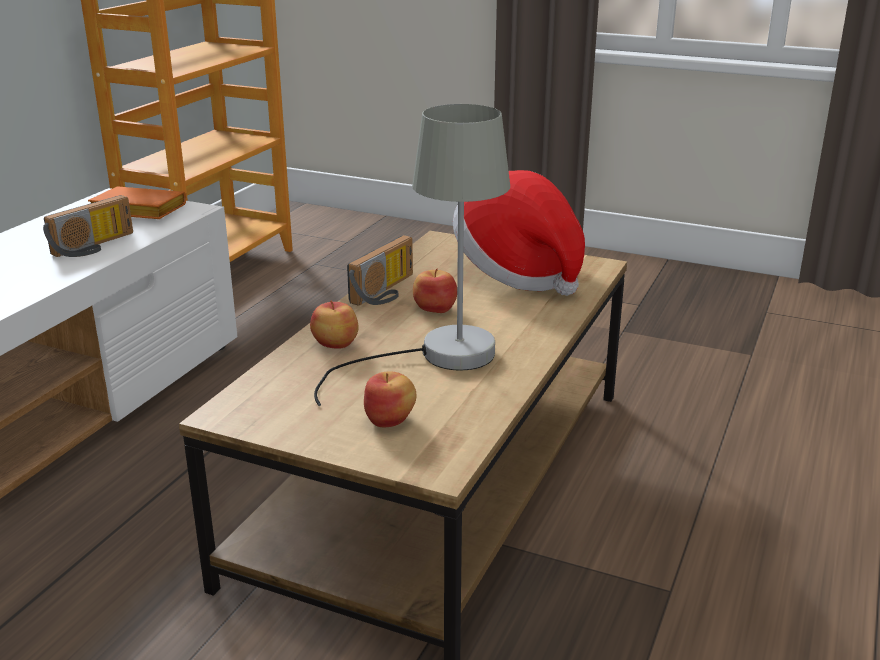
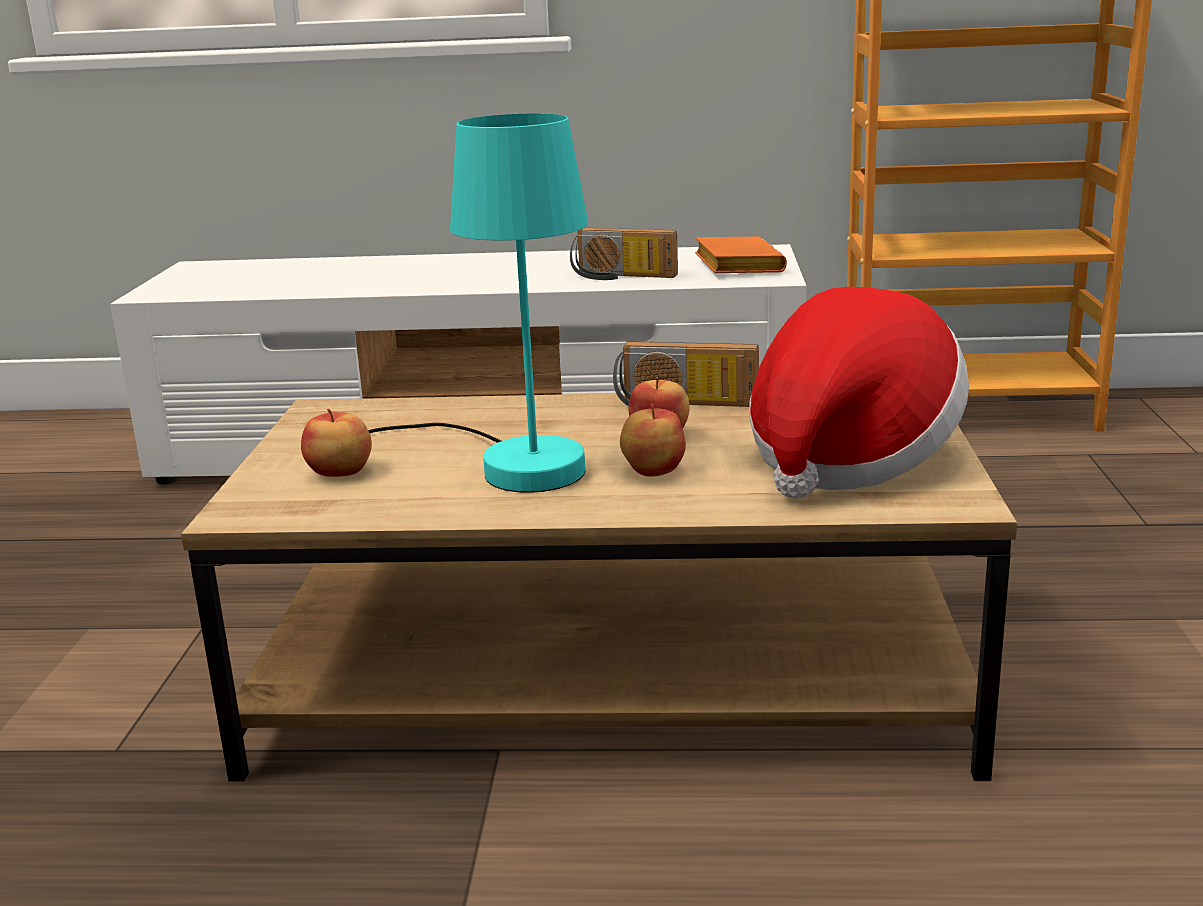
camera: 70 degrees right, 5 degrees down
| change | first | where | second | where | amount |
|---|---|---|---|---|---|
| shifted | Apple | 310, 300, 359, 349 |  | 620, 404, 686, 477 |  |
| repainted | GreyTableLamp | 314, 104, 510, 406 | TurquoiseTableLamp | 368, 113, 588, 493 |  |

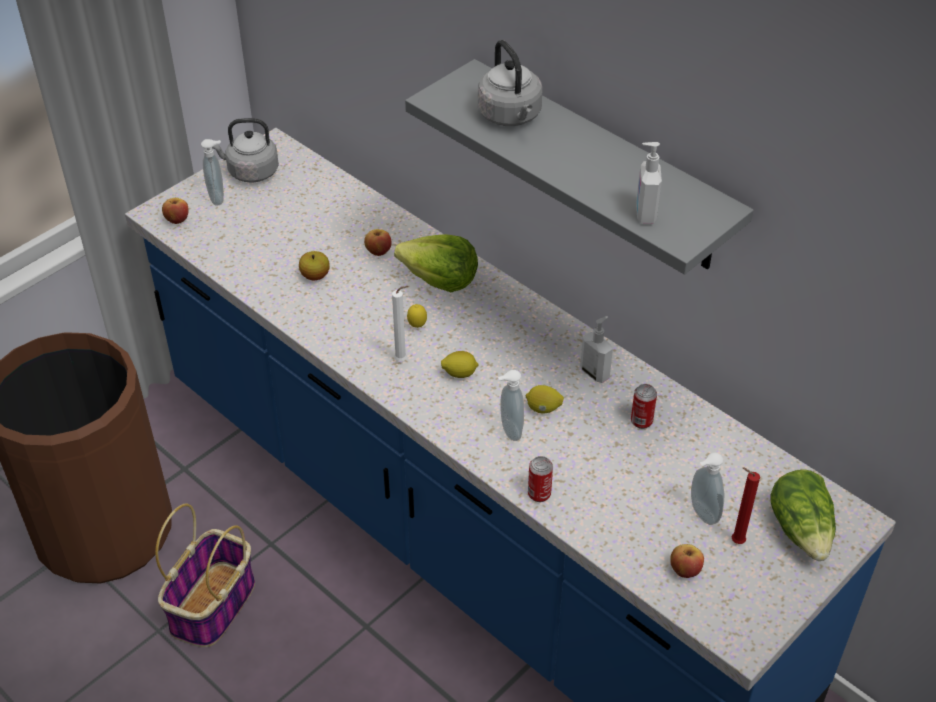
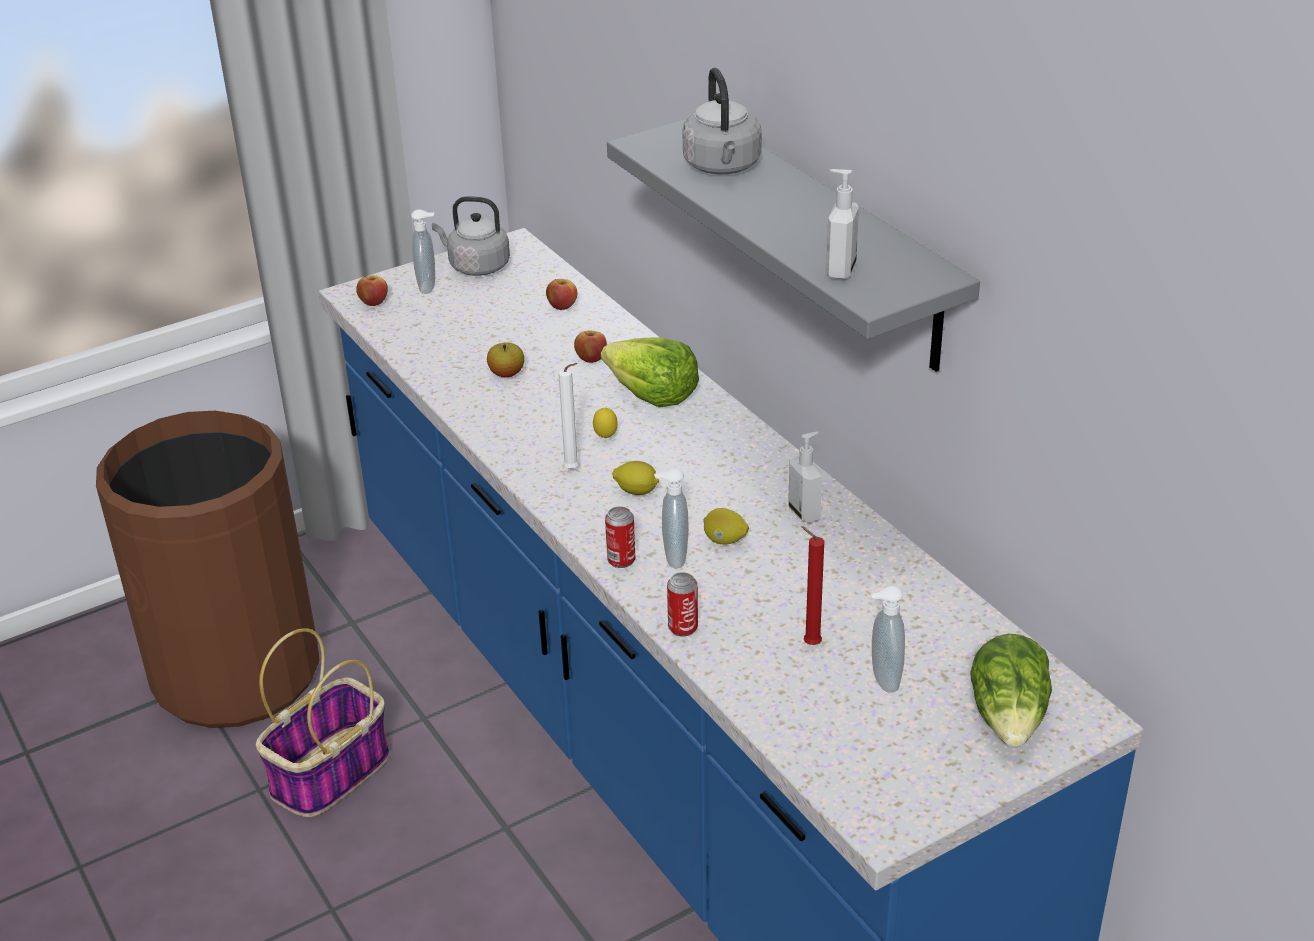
camera: 15 degrees right, 10 degrees down
| change | first | where | second | where | amount |
|---|---|---|---|---|---|
| shifted | Can | 631, 384, 657, 429 |  | 605, 507, 635, 568 |  |
| shifted | Apple | 670, 544, 704, 578 |  | 546, 279, 577, 310 |  |
| shifted | RedCandle | 732, 468, 760, 544 |  | 801, 526, 824, 645 |  |

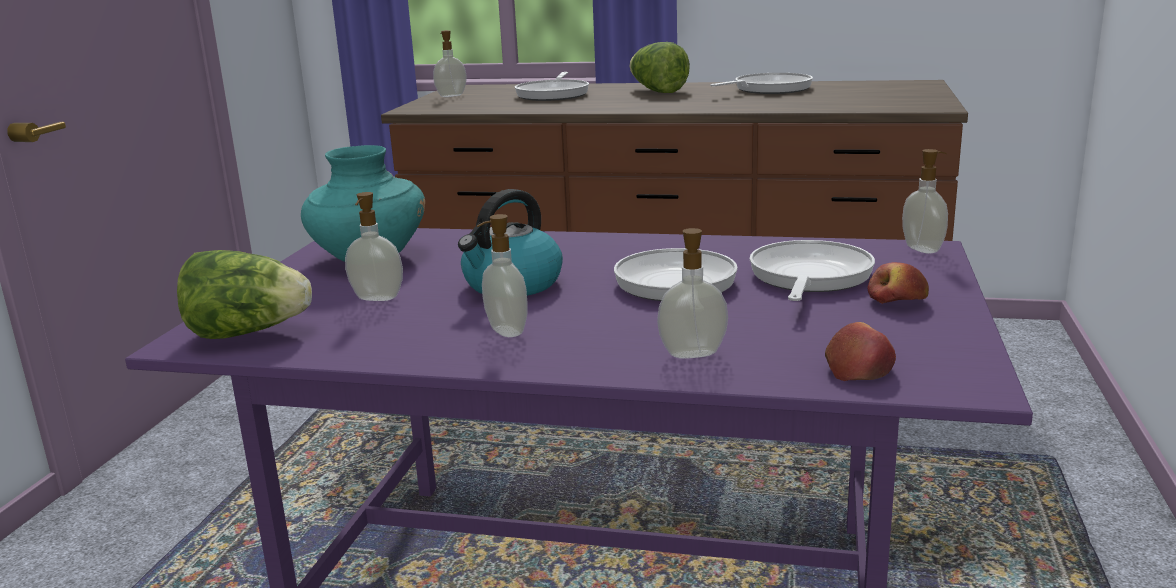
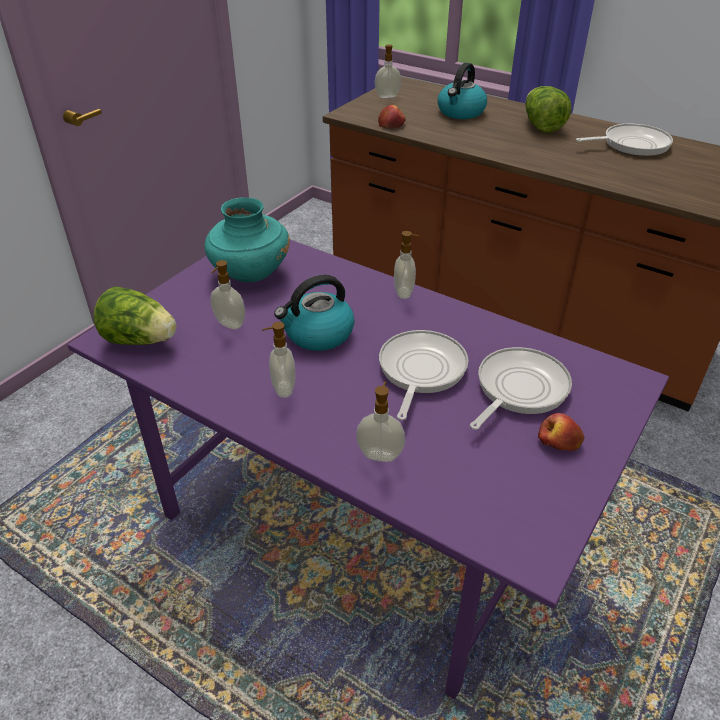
camera: 20 degrees right, 20 degrees up
| change | first | where | second | where | amount |
|---|---|---|---|---|---|
| shifted | Apple | 825, 322, 896, 381 |  | 378, 105, 405, 128 |  |
| shifted | SoapDispenser | 902, 149, 948, 254 |  | 394, 231, 420, 299 |  |
| swapped | FryingPan | 515, 72, 589, 101 | Kettle | 438, 63, 487, 119 |  |

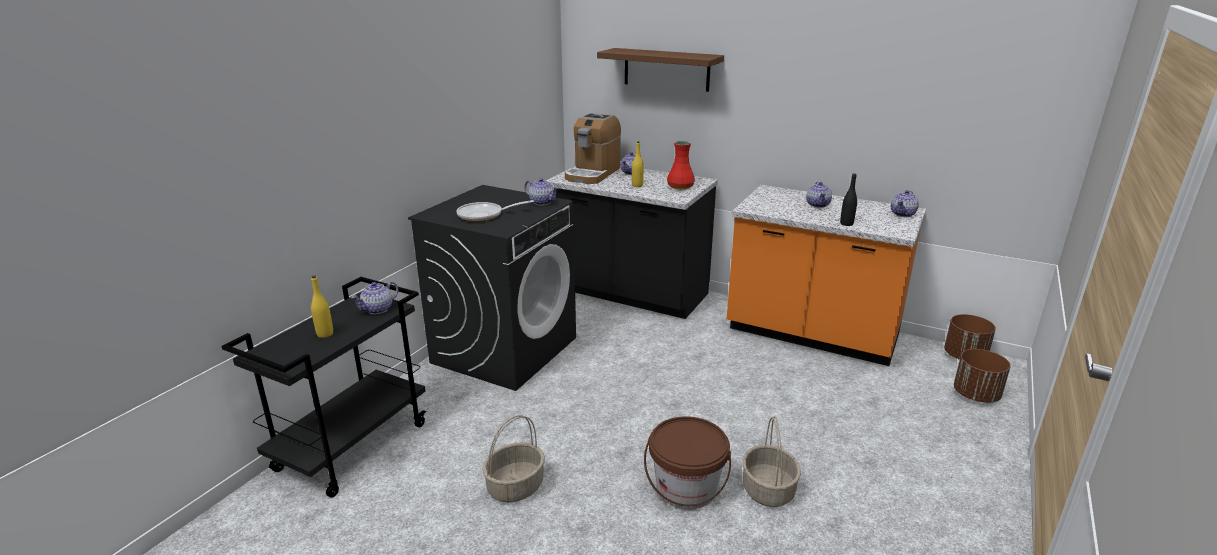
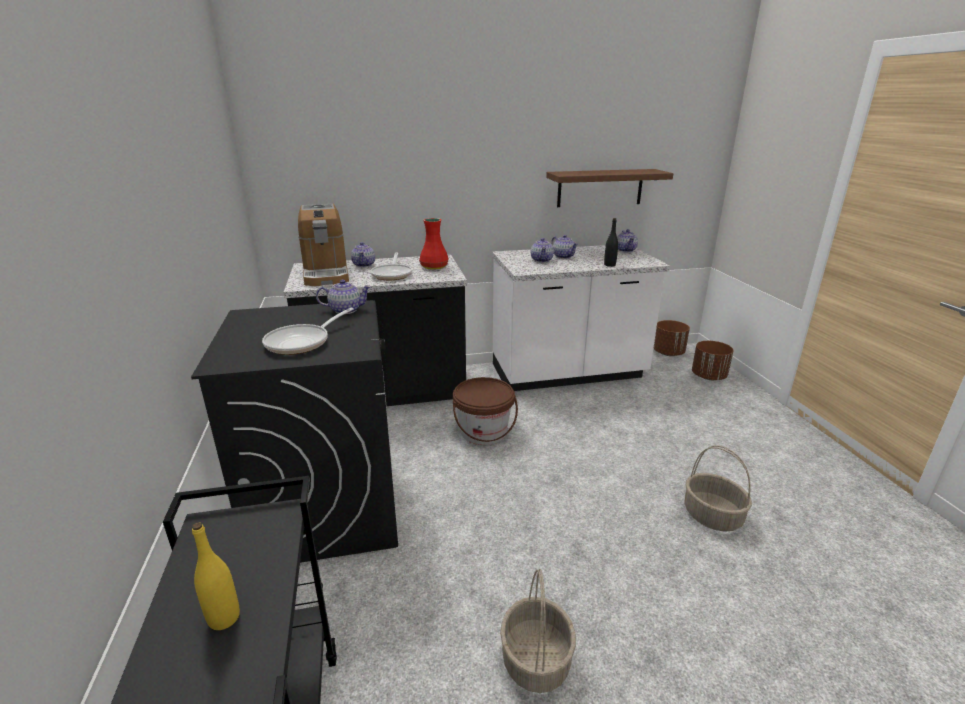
camera: 40 degrees left, 0 degrees up
| change | first | where | second | where | amount |
|---|---|---|---|---|---|
| shifted | Teapot | 351, 281, 399, 314 |  | 531, 238, 554, 262 |  |
| shifted | BrownShelf | 597, 48, 724, 92 |  | 546, 169, 674, 207 |  |
| shifted | BrownBucket | 644, 416, 731, 509 |  | 453, 377, 518, 445 |  |
| swapped | YellowBottle | 632, 141, 644, 187 | FryingPan | 370, 253, 412, 280 |  |
| repainted | OrangeCounter | 727, 185, 926, 366 | WhiteCounter | 492, 245, 670, 391 |  |

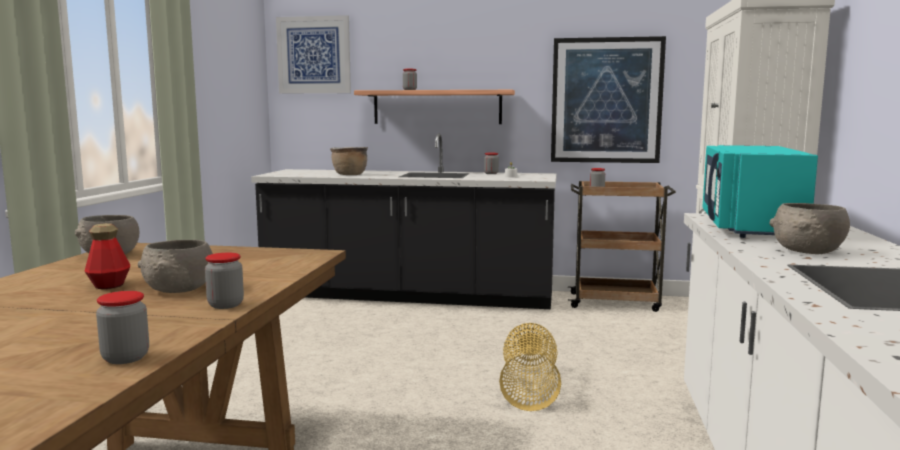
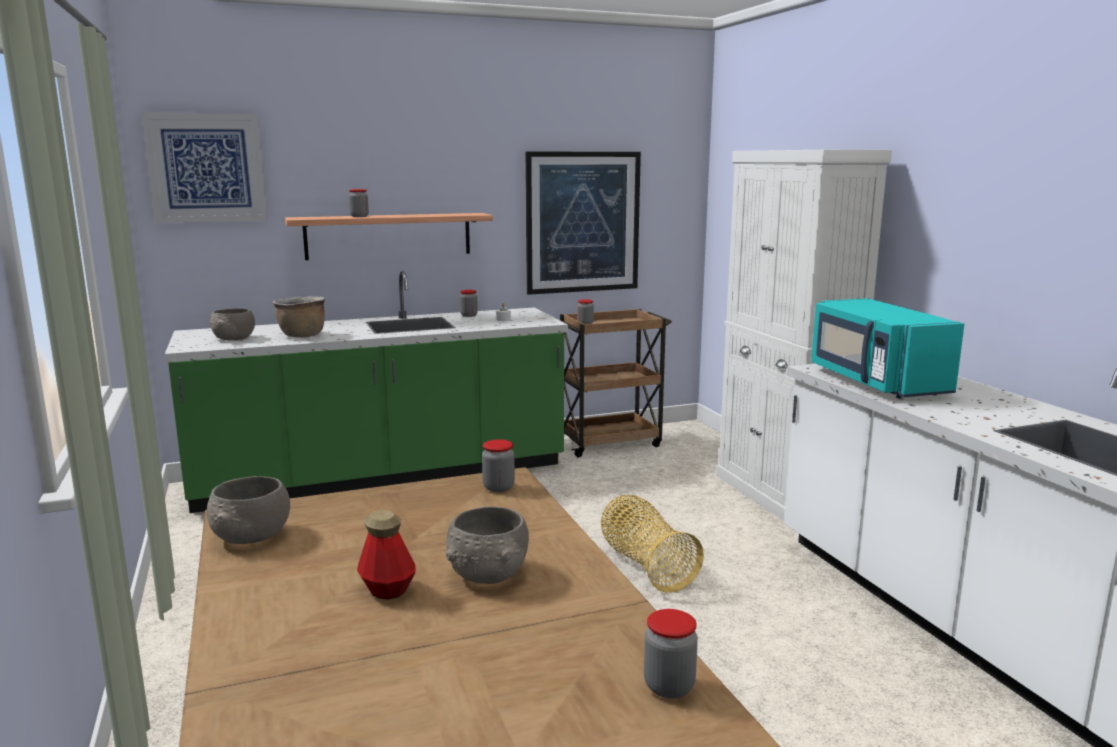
camera: 30 degrees left, 5 degrees up
| change | first | where | second | where | amount |
|---|---|---|---|---|---|
| shifted | Jar | 205, 253, 244, 309 |  | 482, 439, 515, 492 |  |
| shifted | GreyBowl | 769, 203, 850, 254 |  | 209, 308, 255, 340 |  |
| repainted | BlackCounter | 251, 134, 557, 309 | GreenCounter | 165, 271, 568, 513 |  |

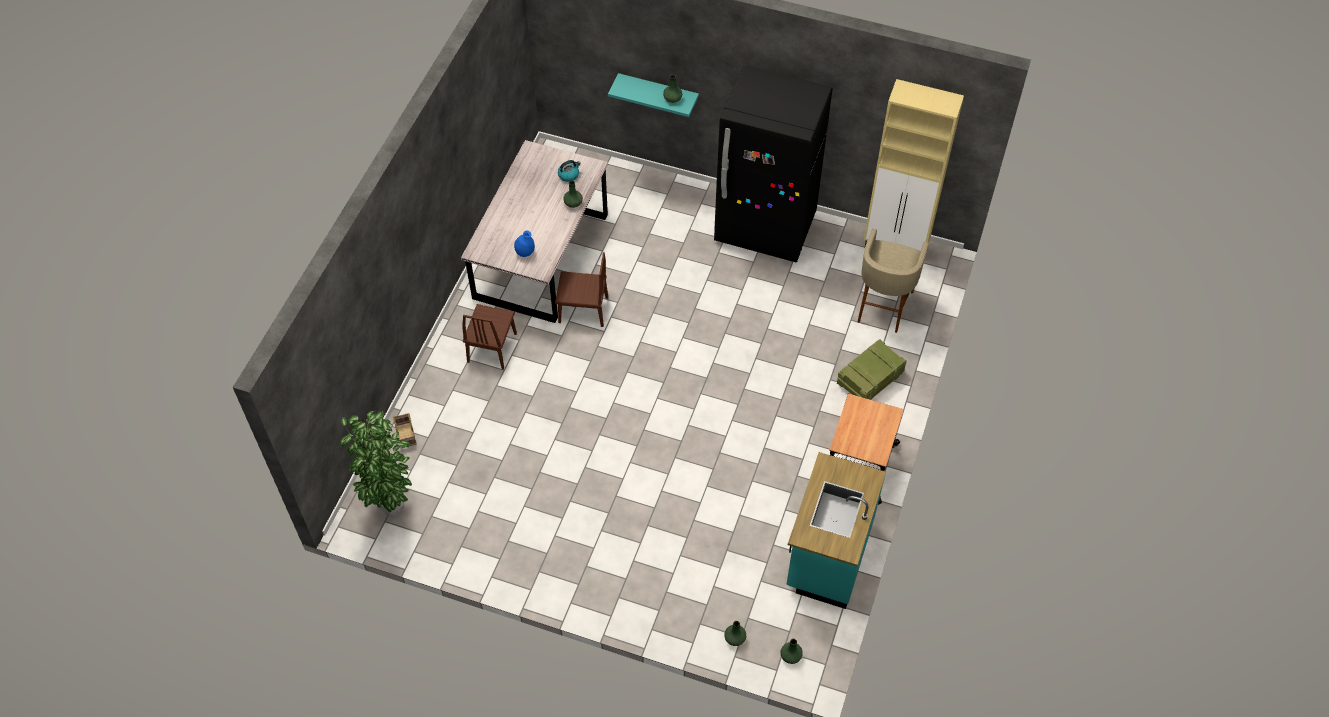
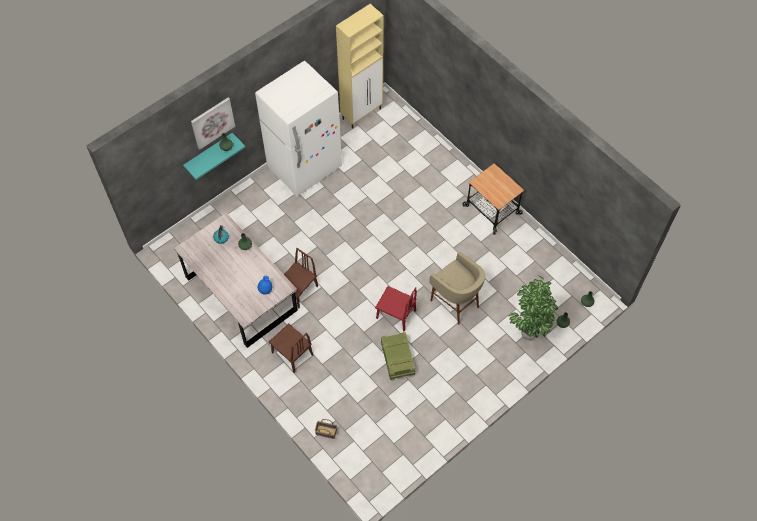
camera: 60 degrees left, 5 degrees up
| change | first | where | second | where | amount |
|---|---|---|---|---|---|
| gone | TurquoiseCounter | 786, 452, 886, 609 |  |  |  |
| new |  |  | Picture | 191, 98, 235, 150 |  |
| new |  |  | RedChair | 375, 286, 417, 332 |  |
| shifted | PottedPlant | 340, 411, 412, 516 |  | 508, 276, 558, 341 |  |
| shifted | Crate | 837, 339, 907, 400 |  | 381, 332, 415, 380 |  |
| shifted | BeigeStool | 858, 229, 929, 333 |  | 429, 252, 485, 324 |  |
| repainted | BlackFridge | 714, 65, 833, 262 | WhiteFridge | 255, 61, 342, 197 |  |

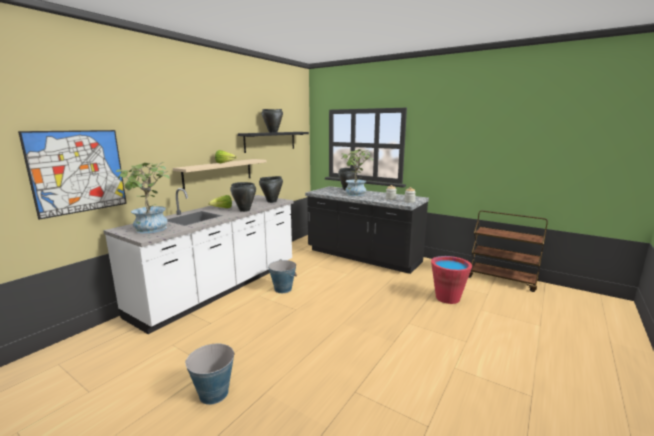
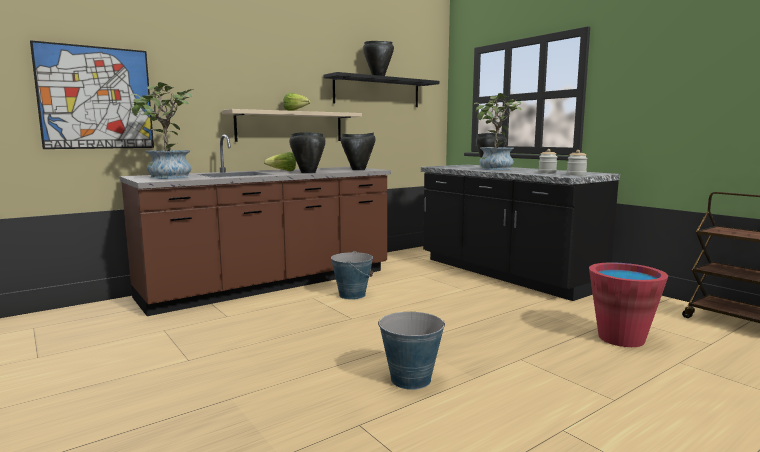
camera: 20 degrees right, 5 degrees down
| change | first | where | second | where | amount |
|---|---|---|---|---|---|
| shifted | Bucket | 185, 344, 235, 405 |  | 378, 312, 445, 390 |  |
| repainted | WhiteCounter | 103, 188, 294, 334 | BrownCounter | 119, 135, 391, 316 |  |

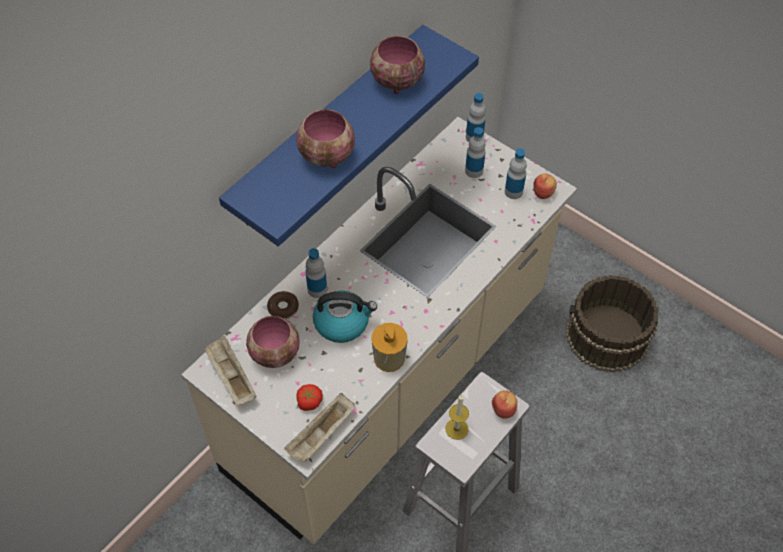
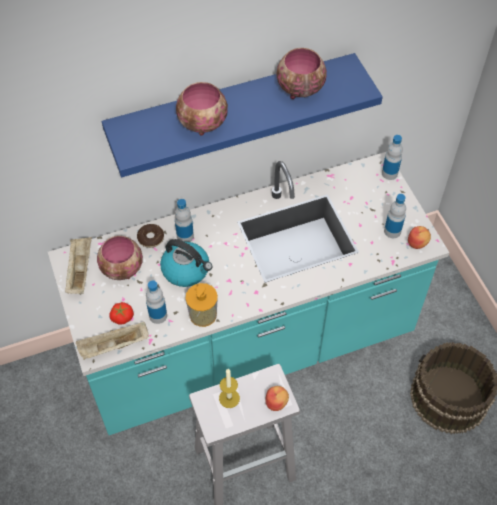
camera: 30 degrees right, 0 degrees up
| change | first | where | second | where | amount |
|---|---|---|---|---|---|
| shifted | Bottle | 465, 127, 486, 178 |  | 146, 280, 167, 324 |  |
| repainted | BeigeCounter | 181, 117, 577, 544 | TurquoiseCounter | 48, 152, 449, 435 |  |

